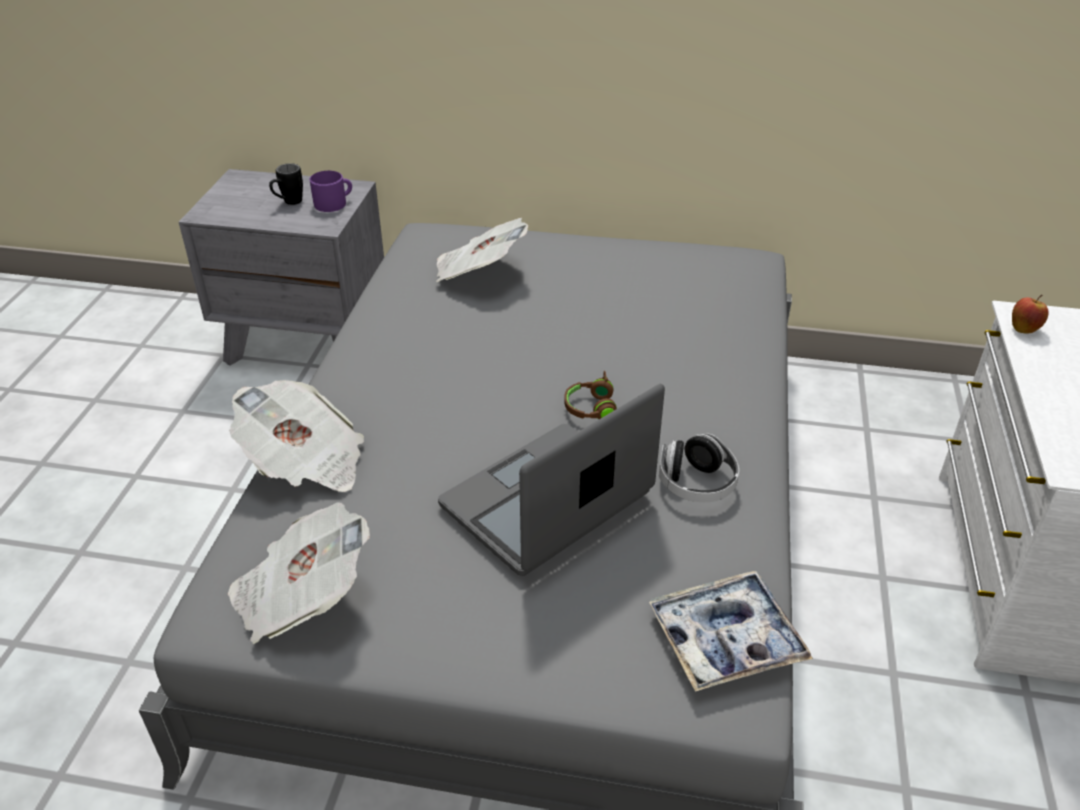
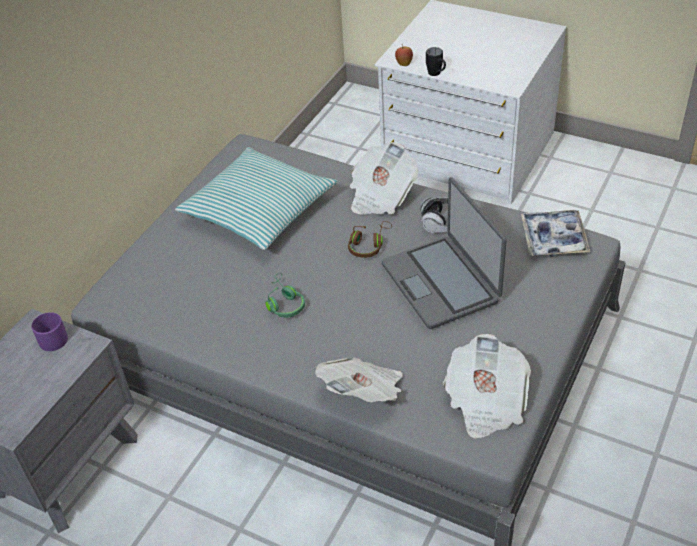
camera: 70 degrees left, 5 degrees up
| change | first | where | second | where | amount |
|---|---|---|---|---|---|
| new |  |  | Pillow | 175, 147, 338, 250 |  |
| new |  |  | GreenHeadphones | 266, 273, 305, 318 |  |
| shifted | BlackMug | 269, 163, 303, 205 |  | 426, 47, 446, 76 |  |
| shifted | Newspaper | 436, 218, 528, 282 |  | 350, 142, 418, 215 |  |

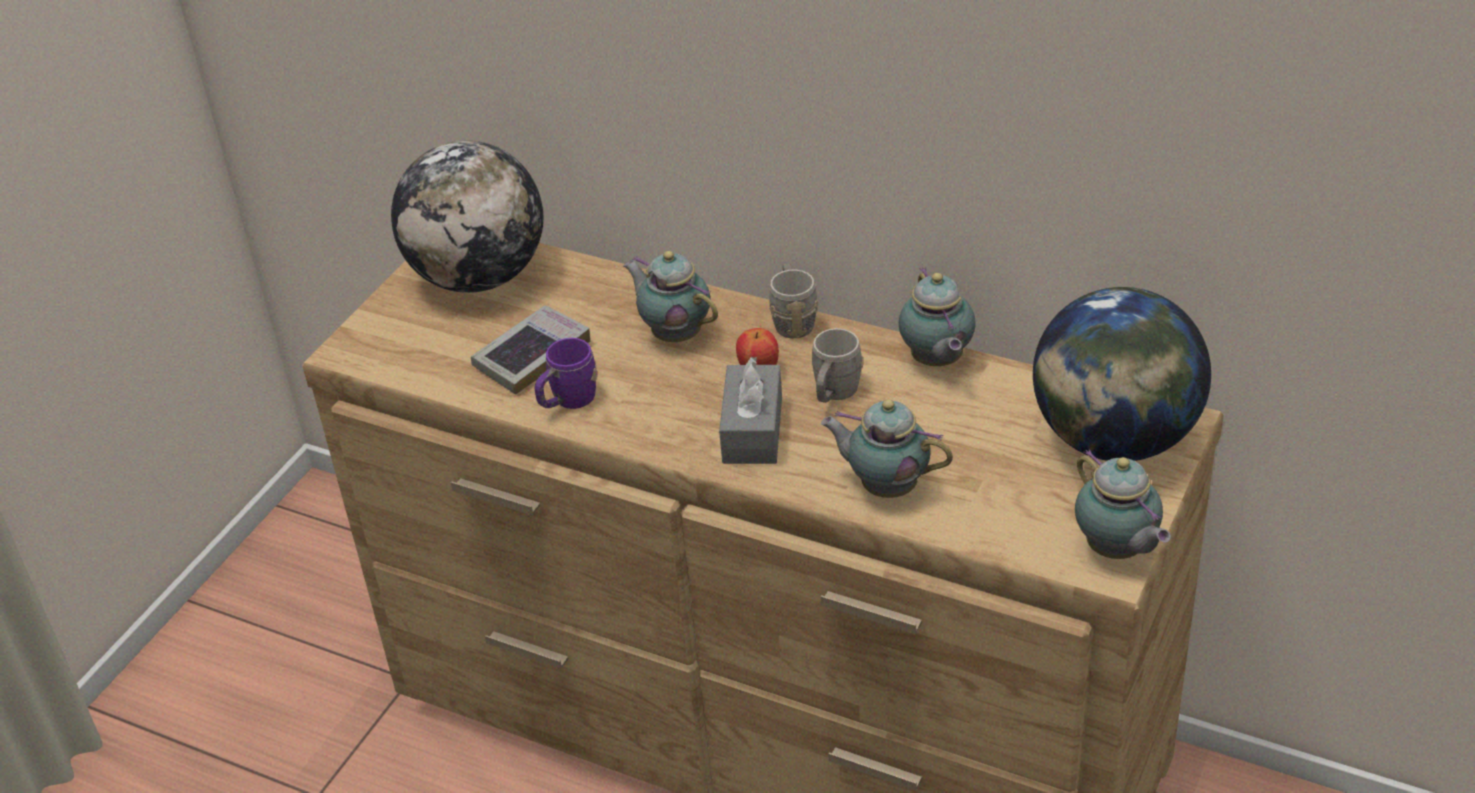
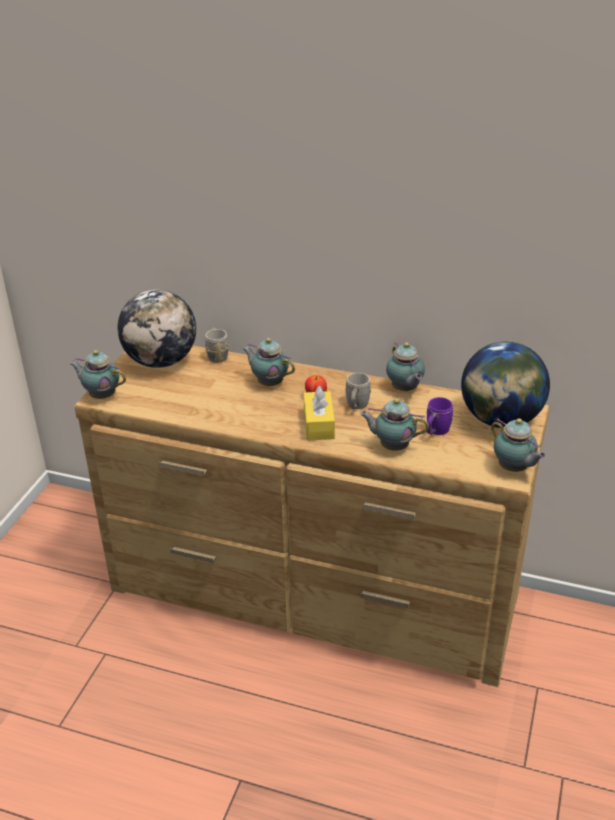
camera: 10 degrees left, 5 degrees down
| change | first | where | second | where | amount |
|---|---|---|---|---|---|
| gone | Book | 471, 305, 590, 395 |  |  |  |
| new |  |  | Teapot | 70, 350, 126, 399 |  |
| shifted | PurpleMug | 535, 338, 597, 409 |  | 427, 397, 454, 435 |  |
| shifted | GreyMug | 769, 264, 818, 338 |  | 205, 328, 229, 363 |  |
| repainted | GreyTissueBox | 719, 357, 782, 464 | YellowTissueBox | 304, 386, 335, 441 |  |

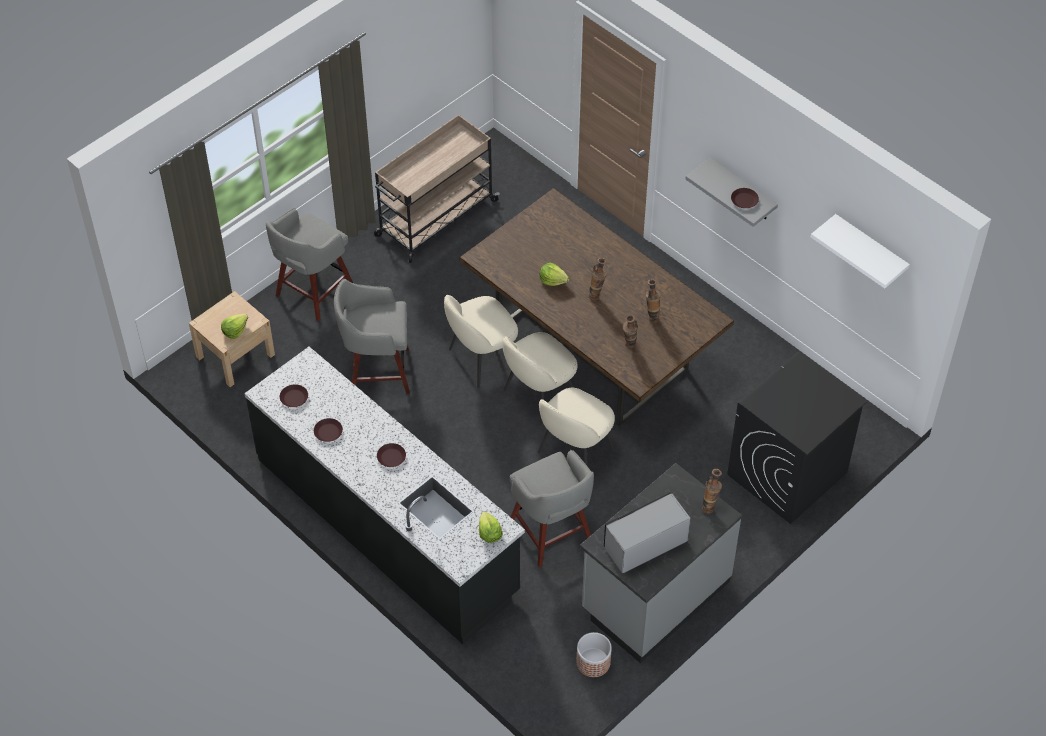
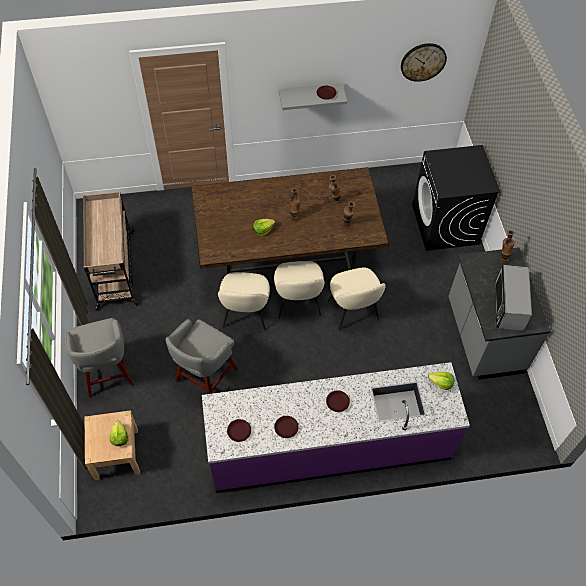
camera: 55 degrees left, 5 degrees up
| change | first | where | second | where | amount |
|---|---|---|---|---|---|
| gone | GreyStool | 510, 450, 594, 568 |  |  |  |
| gone | Planter | 576, 632, 612, 677 |  |  |  |
| swapped | WhiteShelf | 811, 214, 910, 289 | WallClock | 401, 43, 447, 82 |  |
| repainted | BlackCounter | 244, 347, 525, 644 | PurpleCounter | 202, 362, 470, 493 |  |

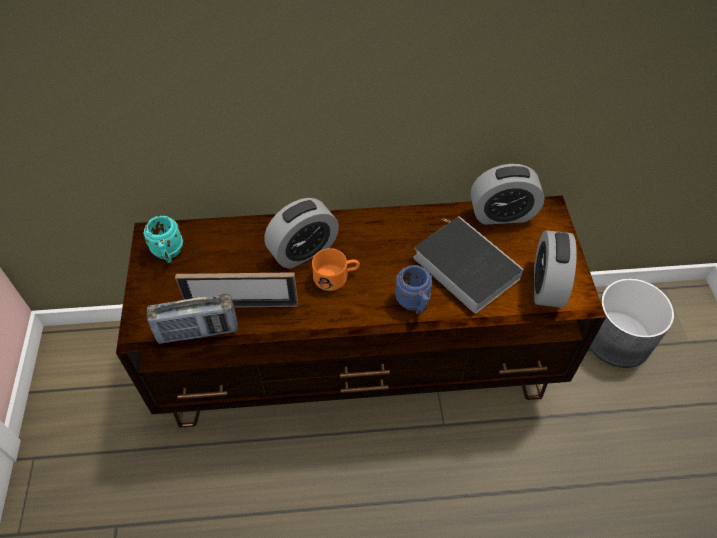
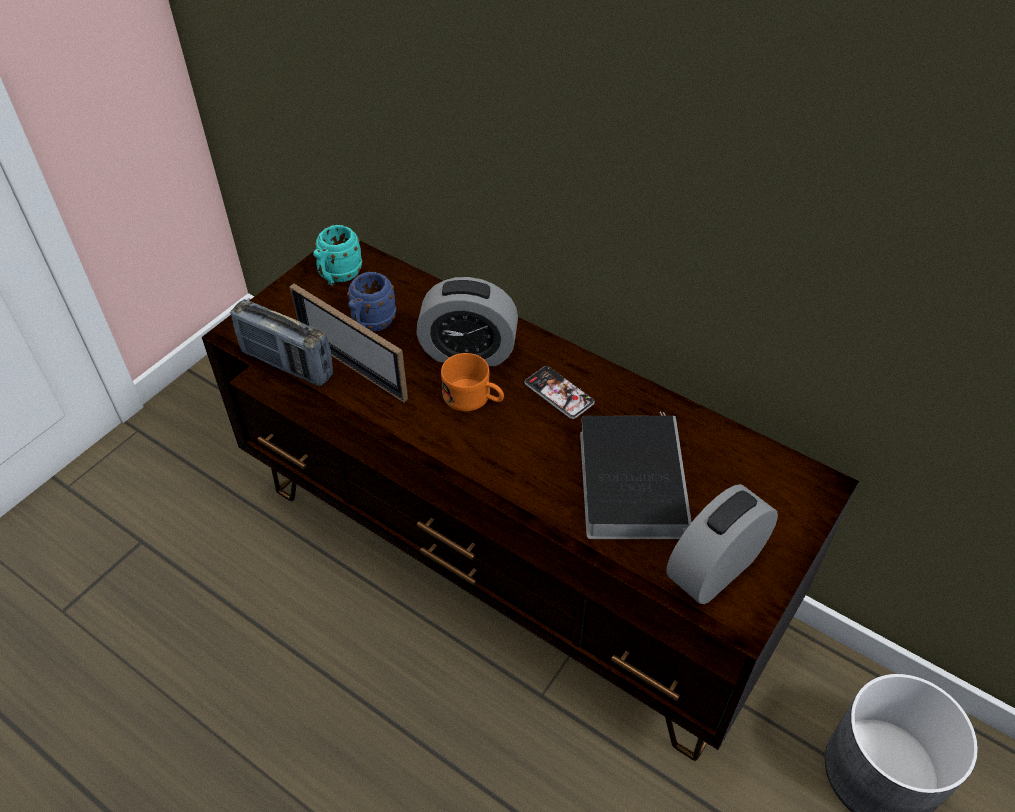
camera: 40 degrees right, 5 degrees down
| change | first | where | second | where | amount |
|---|---|---|---|---|---|
| gone | AlarmClock | 471, 164, 545, 225 |  |  |  |
| new |  |  | Phone | 524, 366, 595, 419 |  |
| shifted | BlueMug | 395, 265, 433, 314 |  | 347, 272, 396, 331 |  |

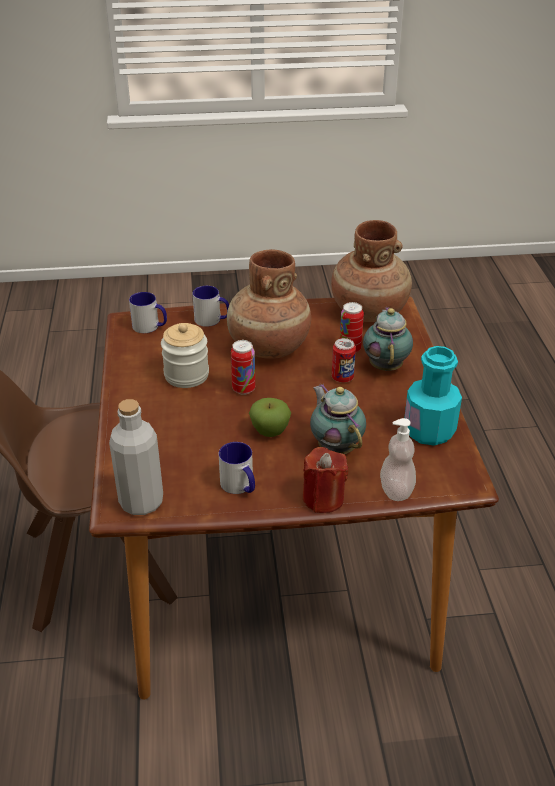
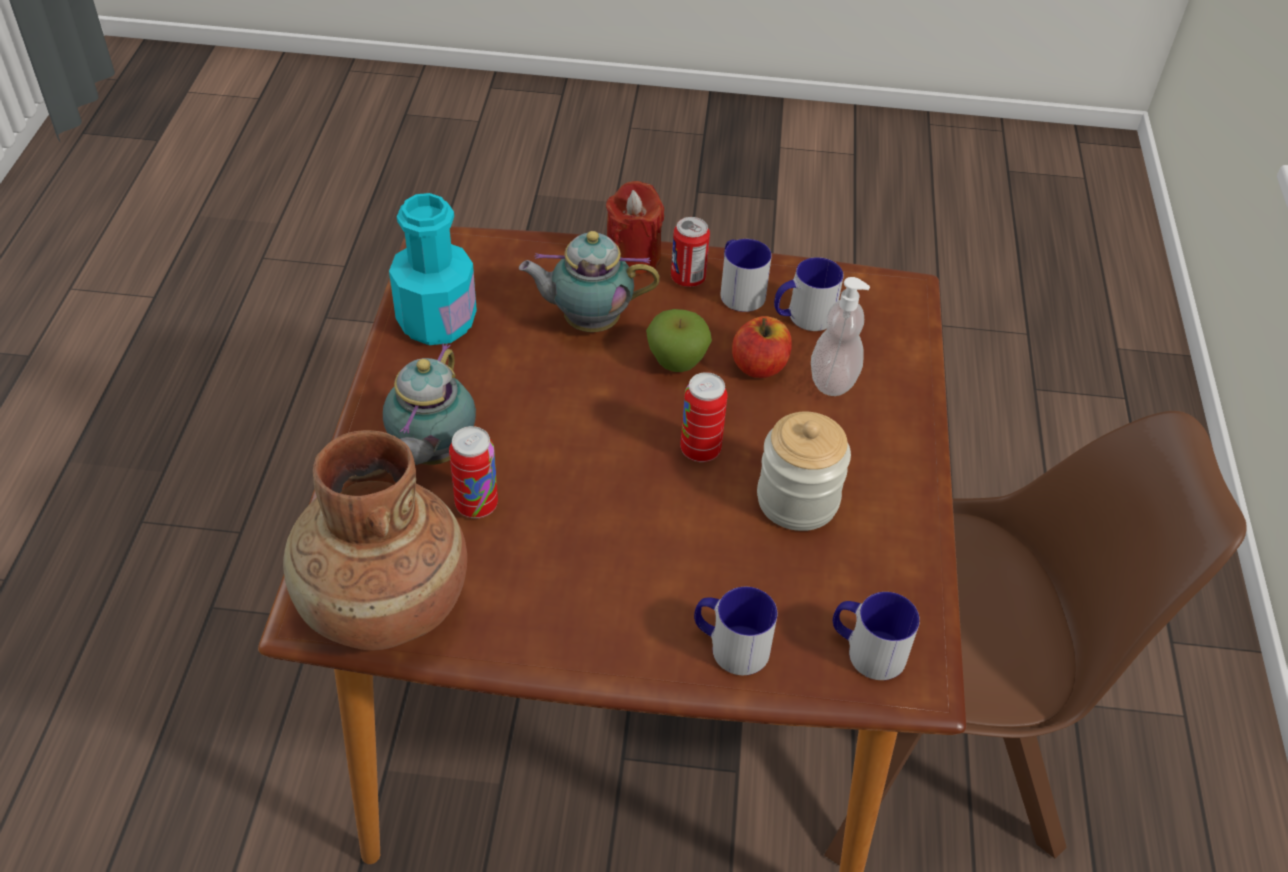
camera: 170 degrees left, 10 degrees up
| change | first | where | second | where | amount |
|---|---|---|---|---|---|
| gone | GreyBottle | 109, 399, 163, 515 |  |  |  |
| gone | BrownVase | 227, 249, 311, 359 |  |  |  |
| new |  |  | Apple | 732, 316, 792, 378 |  |
| new |  |  | Mug | 774, 257, 843, 331 |  |
| shifted | Can | 332, 338, 356, 383 |  | 671, 217, 710, 287 |  |
| shifted | SoapDispenser | 380, 418, 416, 501 |  | 811, 277, 870, 396 |  |
| rotated | Teapot | 310, 384, 366, 454 |  | 519, 231, 660, 332 | 105 degrees clockwise |

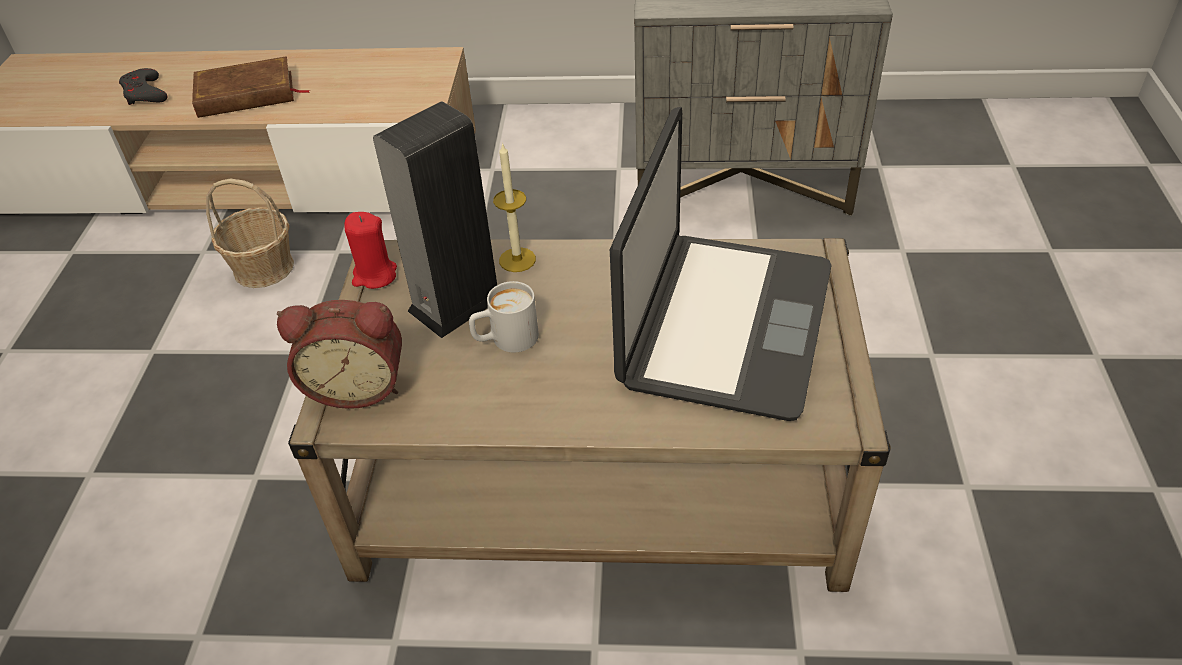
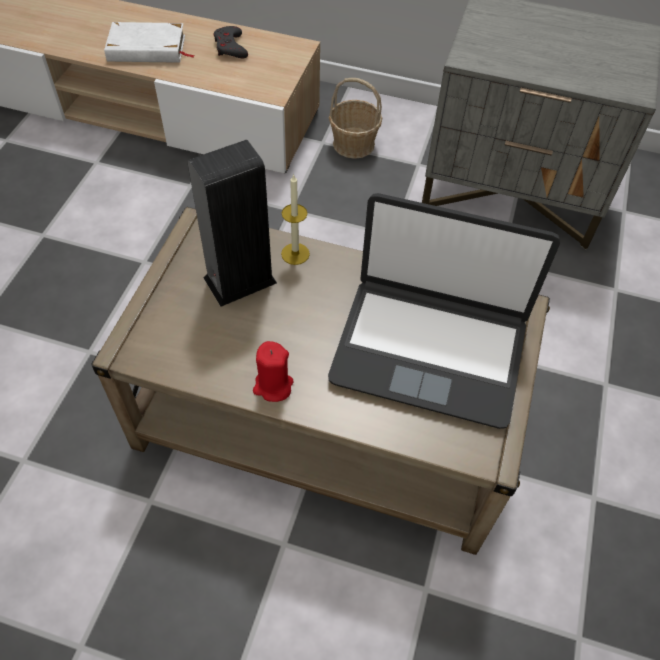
camera: 10 degrees right, 10 degrees up
| change | first | where | second | where | amount |
|---|---|---|---|---|---|
| gone | AlarmClock | 277, 300, 402, 409 |  |  |  |
| gone | WhiteMug | 469, 281, 539, 353 |  |  |  |
| shifted | GreyGameController | 119, 68, 167, 105 |  | 214, 26, 248, 59 |  |
| shifted | Basket | 206, 179, 294, 288 |  | 329, 78, 382, 159 |  |
| shifted | RedCandle | 344, 212, 397, 289 |  | 253, 341, 293, 402 |  |
| repainted | BrownBook | 192, 56, 310, 118 | WhiteBook | 104, 22, 195, 63 |  |
| rotated | Laptop | 610, 107, 831, 421 |  | 328, 193, 560, 429 | 75 degrees clockwise |

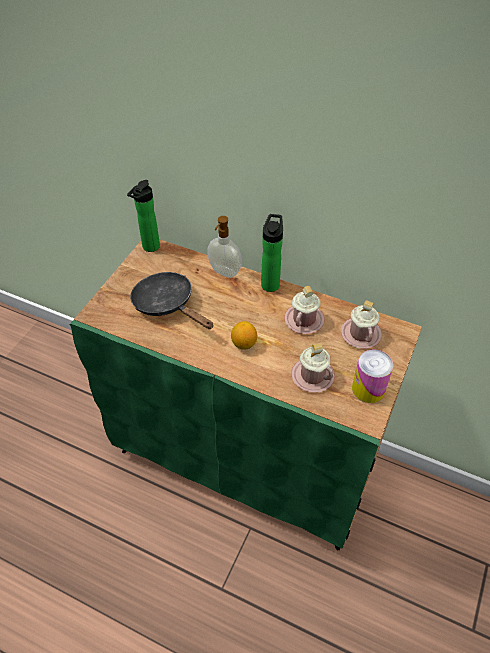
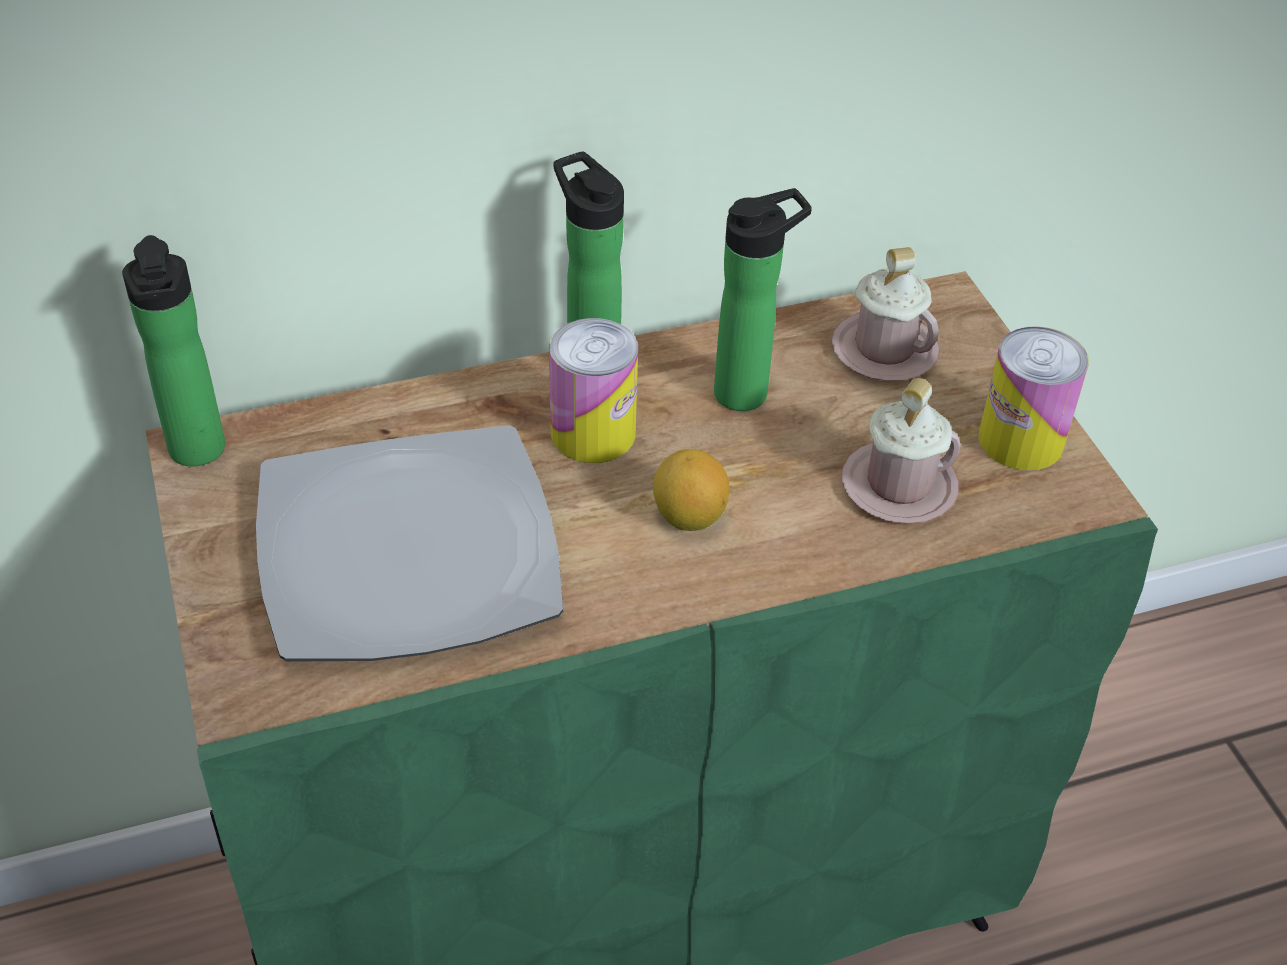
camera: 45 degrees left, 5 degrees down
| change | first | where | second | where | amount |
|---|---|---|---|---|---|
| gone | SoapDispenser | 207, 216, 242, 278 |  |  |  |
| new |  |  | Can | 549, 318, 638, 463 |  |
| swapped | BlackFryingPan | 130, 272, 214, 329 | Plate | 256, 425, 563, 662 |  |
| swapped | PinkMug | 284, 286, 325, 334 | Bottle | 714, 188, 812, 411 |  |

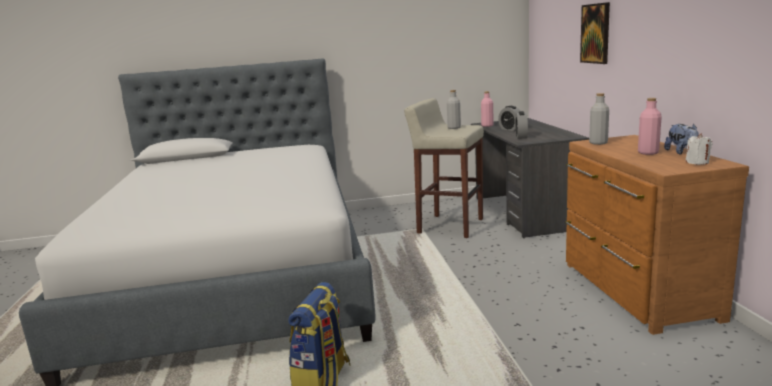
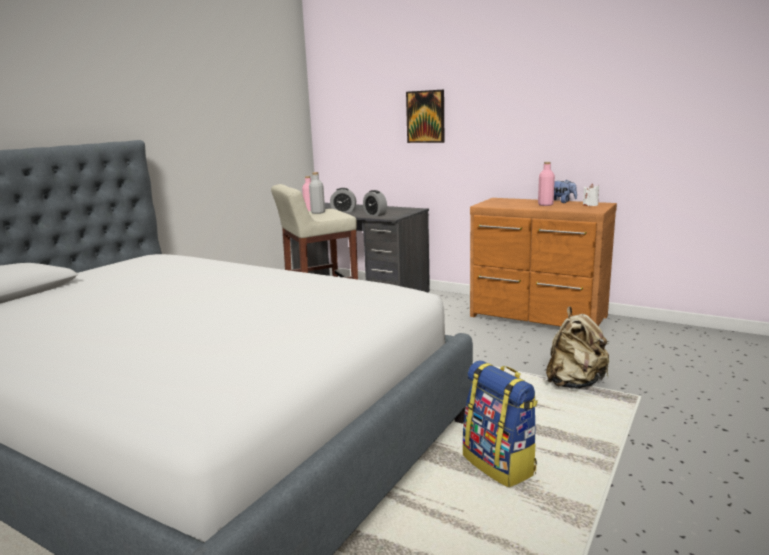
camera: 50 degrees left, 0 degrees up
| change | first | where | second | where | amount |
|---|---|---|---|---|---|
| gone | GreyBottle | 589, 93, 609, 145 |  |  |  |
| new |  |  | BeigeBackpack | 546, 307, 610, 389 |  |

